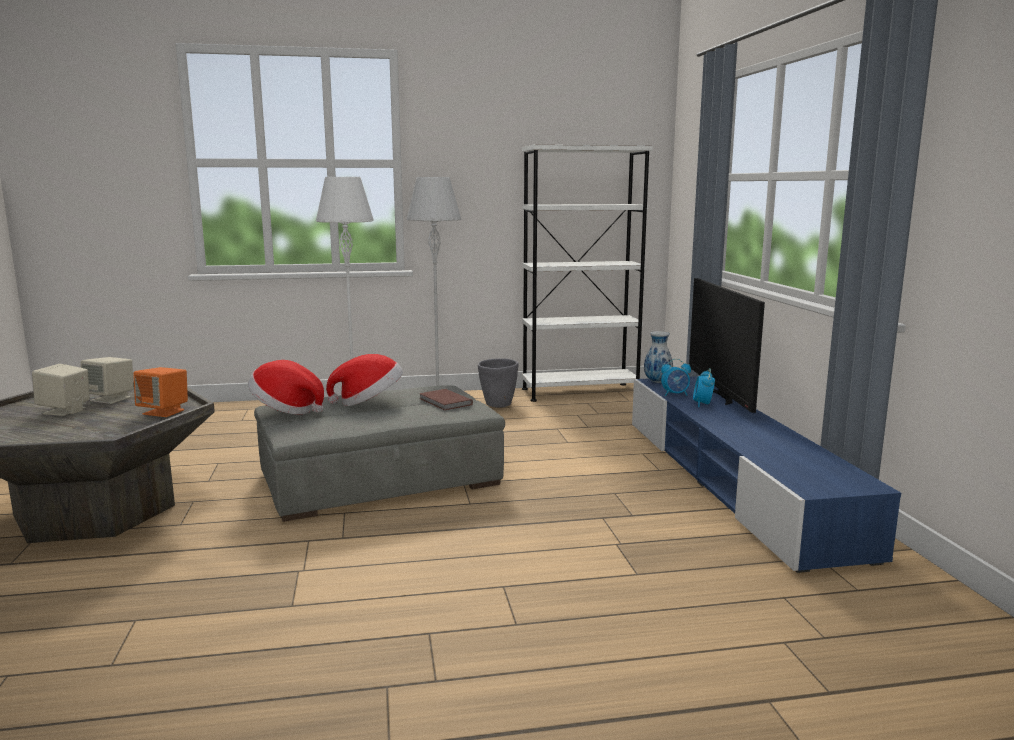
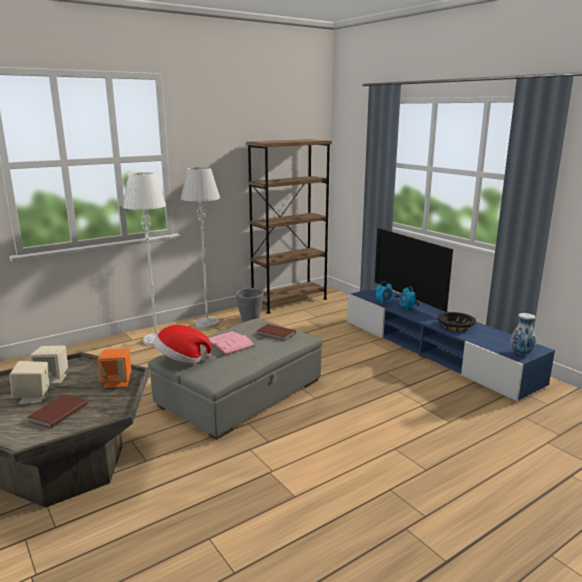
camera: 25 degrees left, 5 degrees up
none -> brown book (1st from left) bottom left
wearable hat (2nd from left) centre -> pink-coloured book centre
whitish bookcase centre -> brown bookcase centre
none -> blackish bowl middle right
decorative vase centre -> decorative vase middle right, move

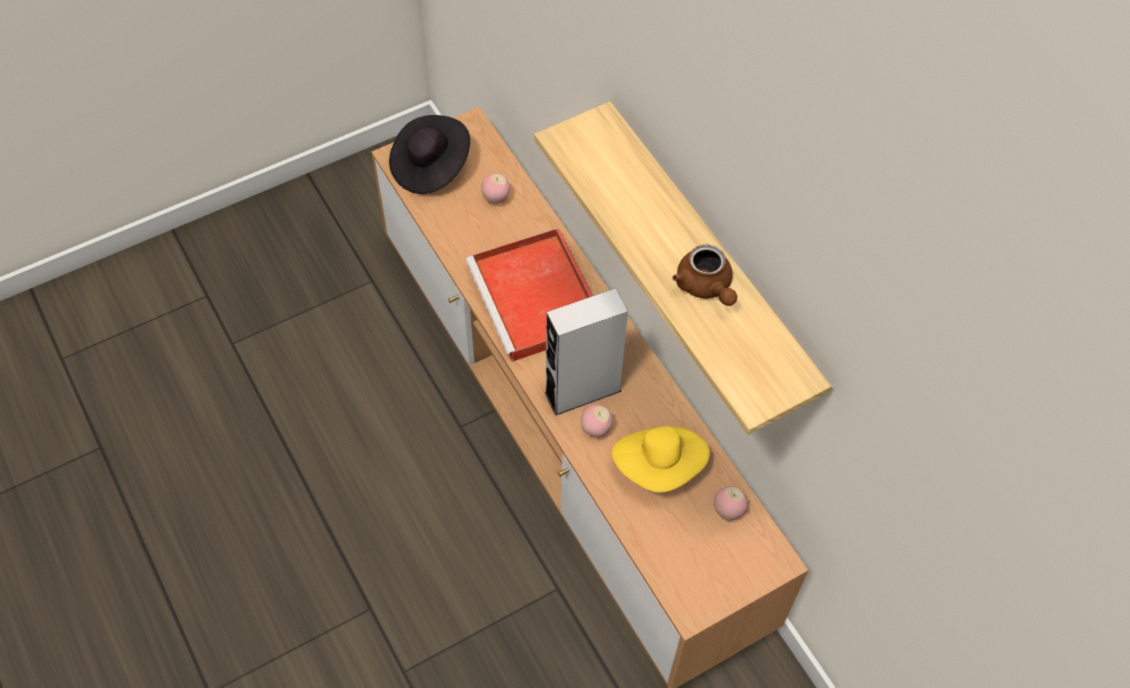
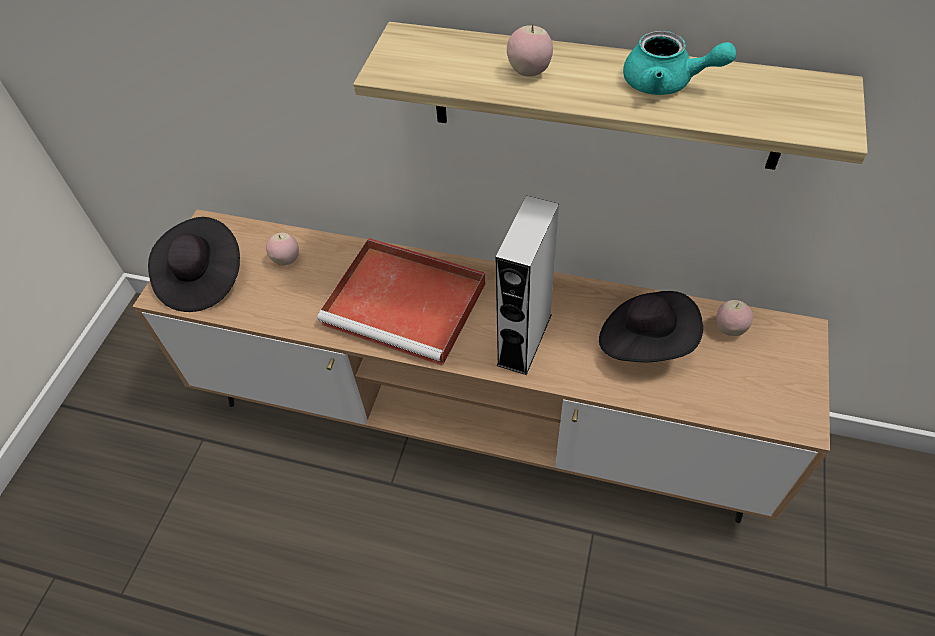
camera: 40 degrees left, 5 degrees down
apple fruit (2nd from left) centre -> apple fruit (2nd from left) top centre, move
yellow-coloured wearable hat bottom centre -> blackish wearable hat (2nd from left) middle right
brown pot for tea centre -> blue-green pot for tea top right

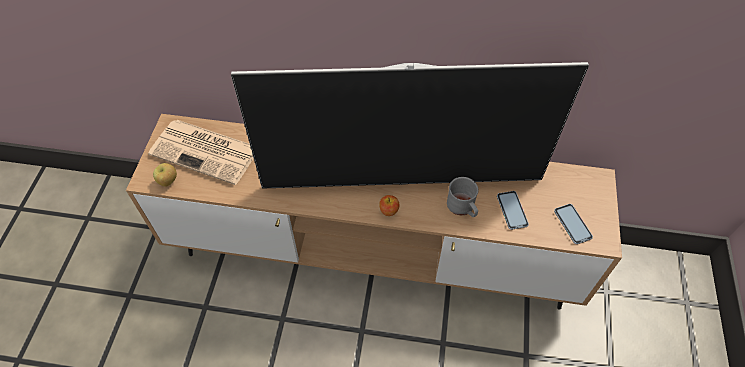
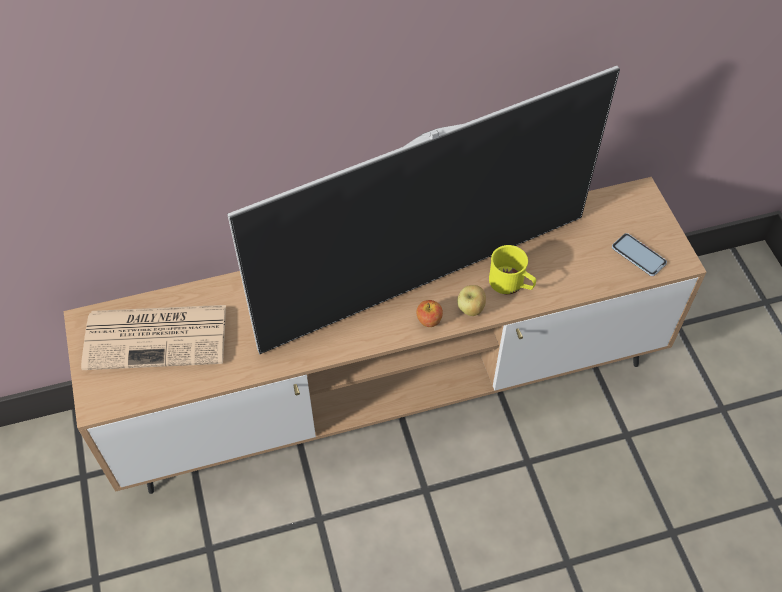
camera: 25 degrees left, 0 degrees up
apple fruit (1st from left in the first image) middle left -> apple fruit (2nd from left) centre, move
gray coffee mug centre -> yellow-coloured coffee mug centre
handset (1st from left) middle right -> none

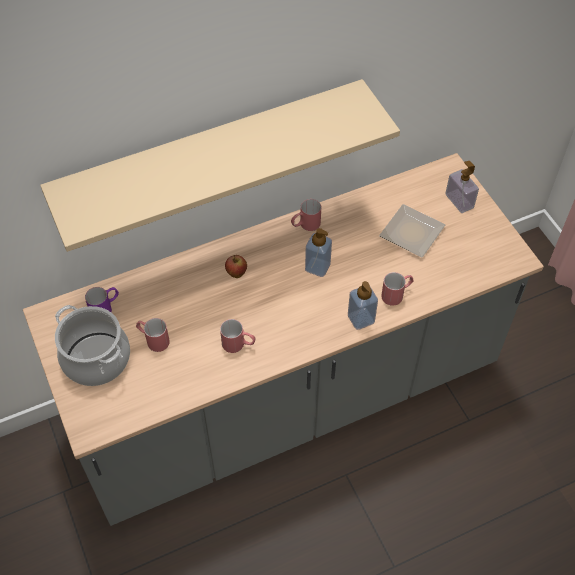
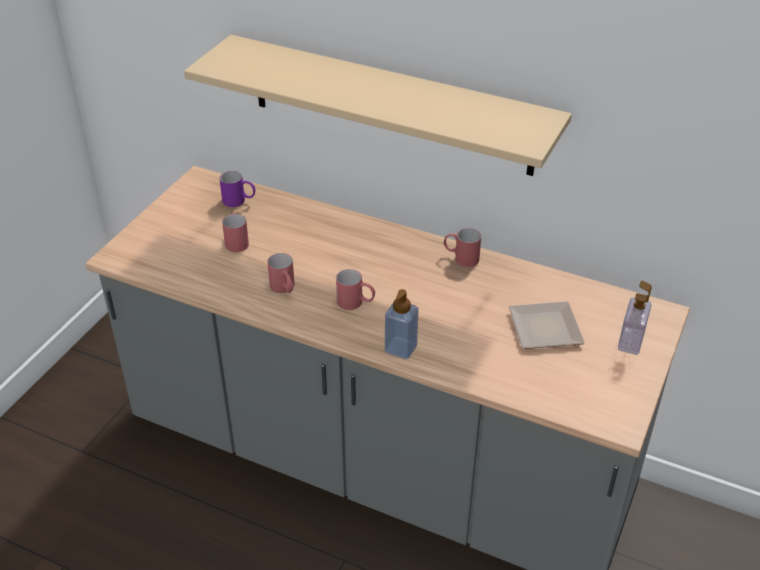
camera: 50 degrees right, 15 degrees down
reddish coffee mug (4th from left in the first image) middle right -> reddish coffee mug (3rd from left) centre, move
cooking pot middle left -> none
apple fruit centre -> none
liquid soap bottle (1st from left) centre -> none

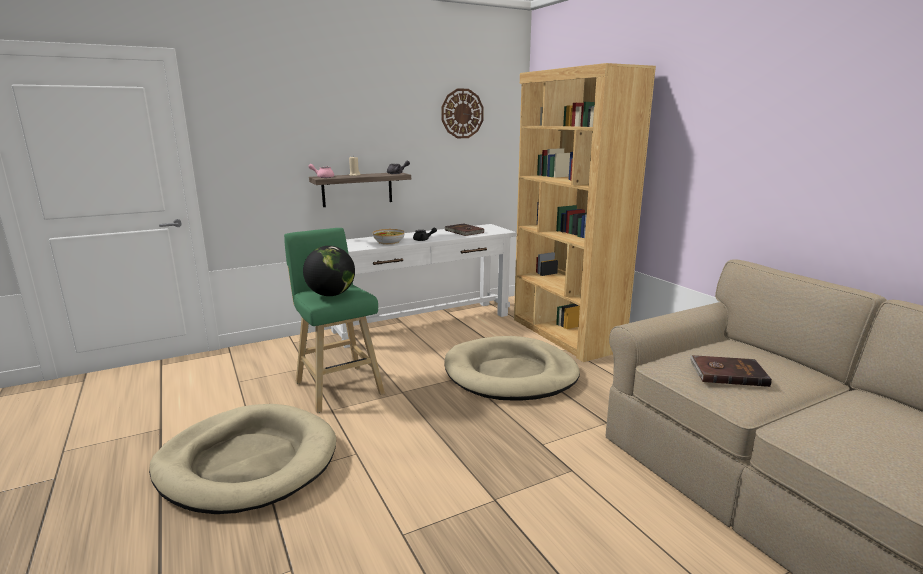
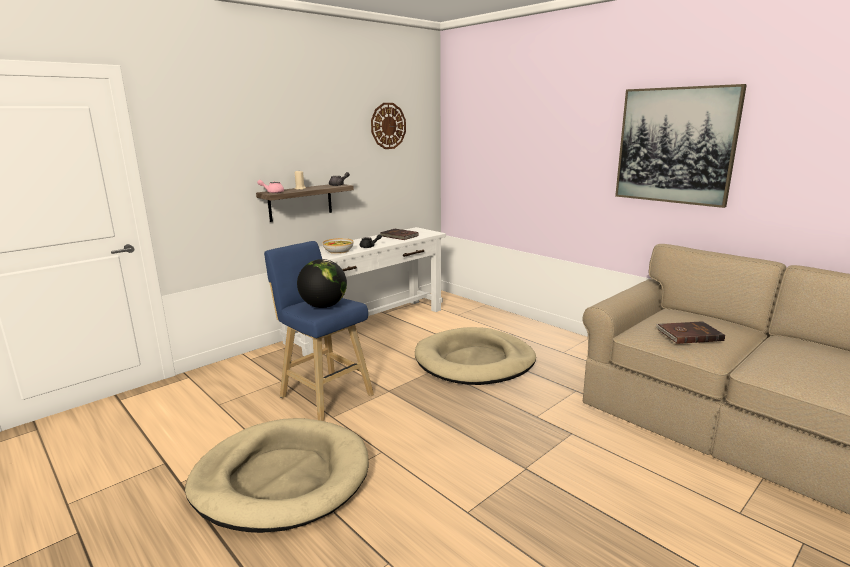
camera: 15 degrees left, 0 degrees up
greenish stool centre -> blue-coloured stool centre
none -> picture top right
brown bookcase centre -> none

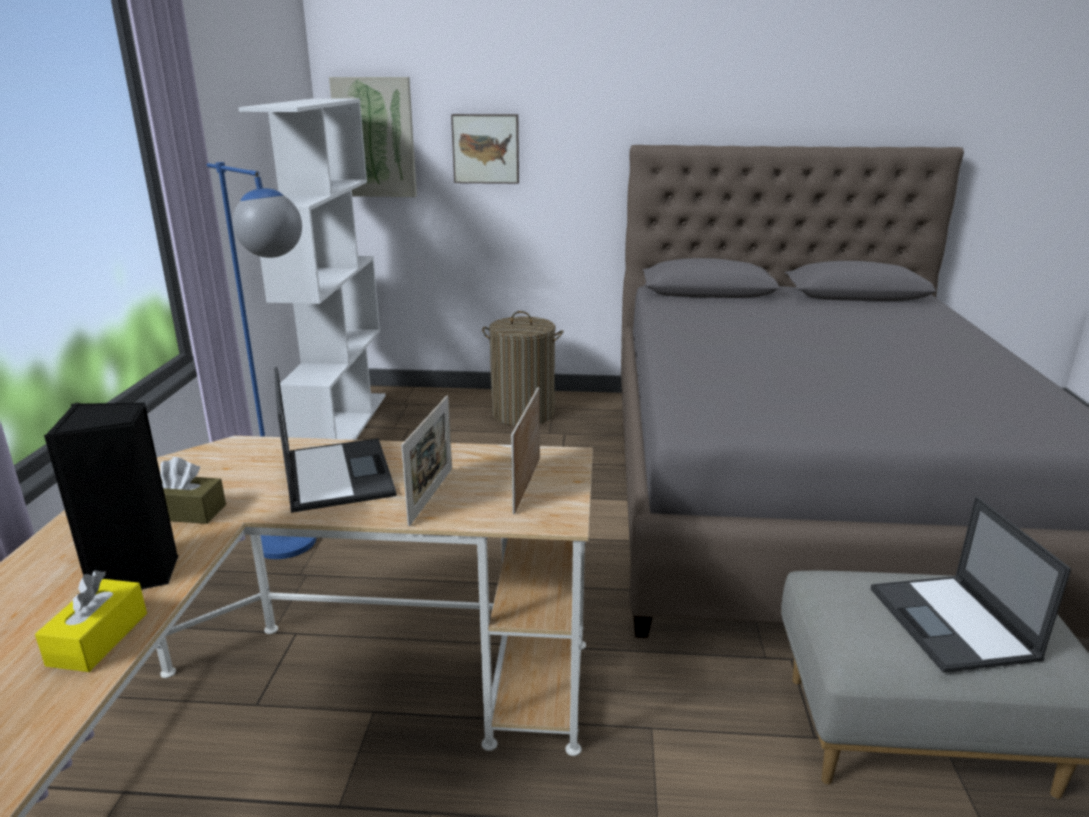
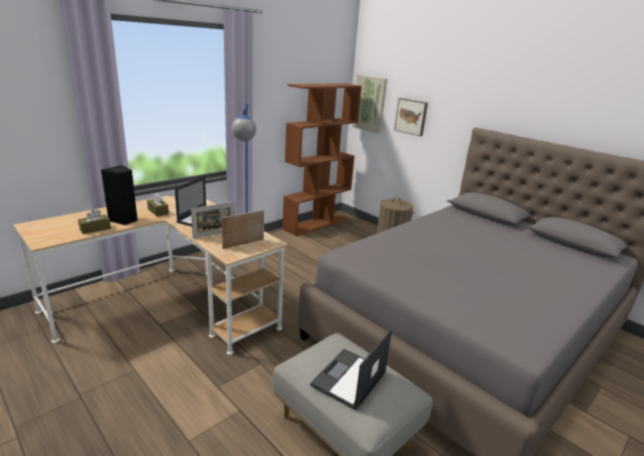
camera: 40 degrees right, 0 degrees up
yellow-coloured box of tissues bottom left -> brown box of tissues (1st from left) middle left
whitish bookcase top left -> brown bookcase centre

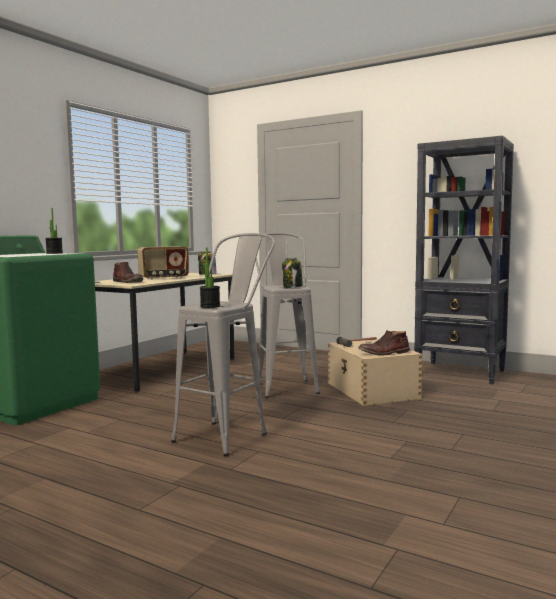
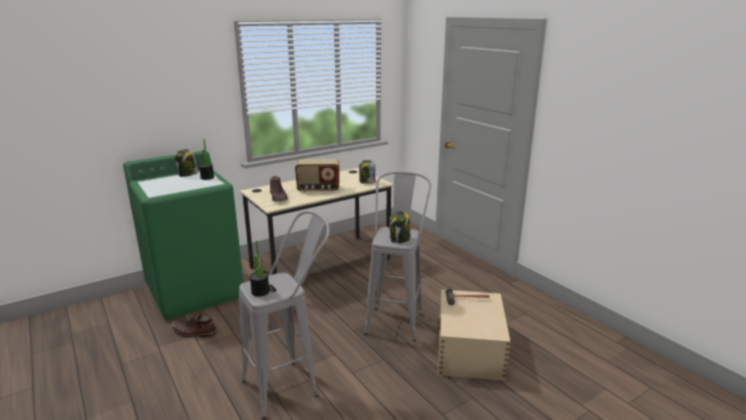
camera: 25 degrees right, 15 degrees up
brown high-top boot (2nd from left in the first image) middle right -> brown high-top boot (1st from left) bottom left, move
none -> preserve jar (1st from left) middle left
blackish bookcase middle right -> none

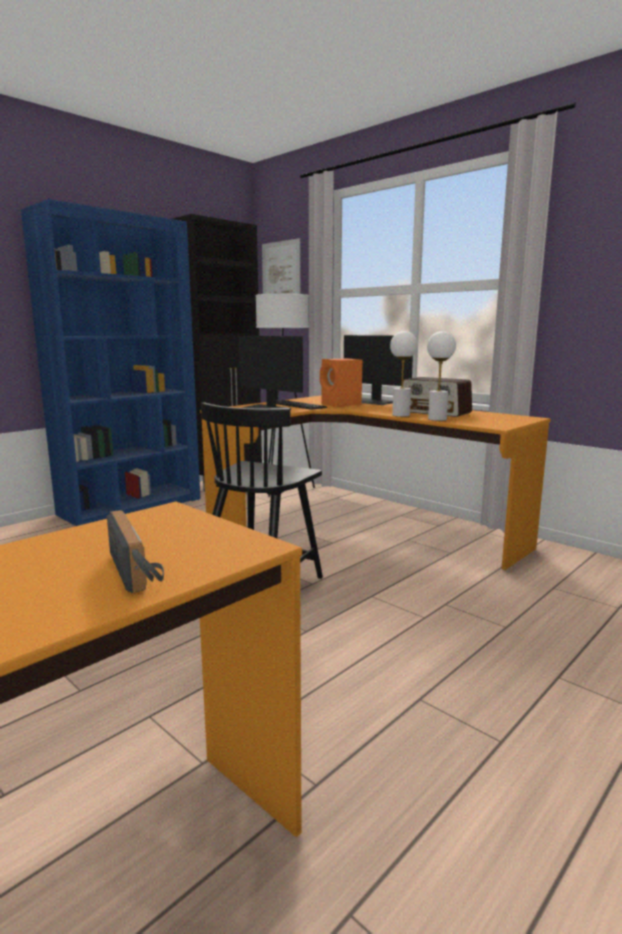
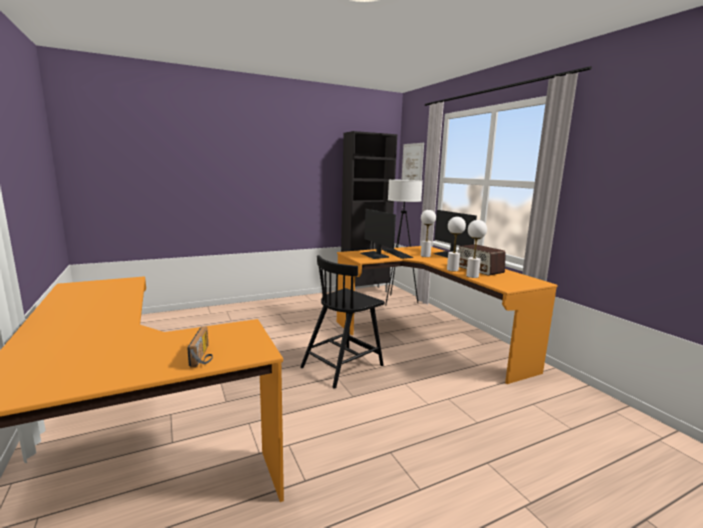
camera: 20 degrees right, 0 degrees up
orangey speaker centre -> whitish lamp for a table (1st from left) centre
blue-coloured bookcase middle left -> none

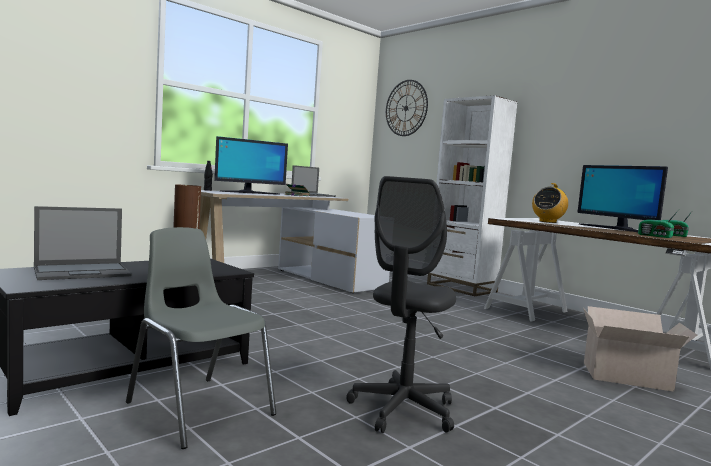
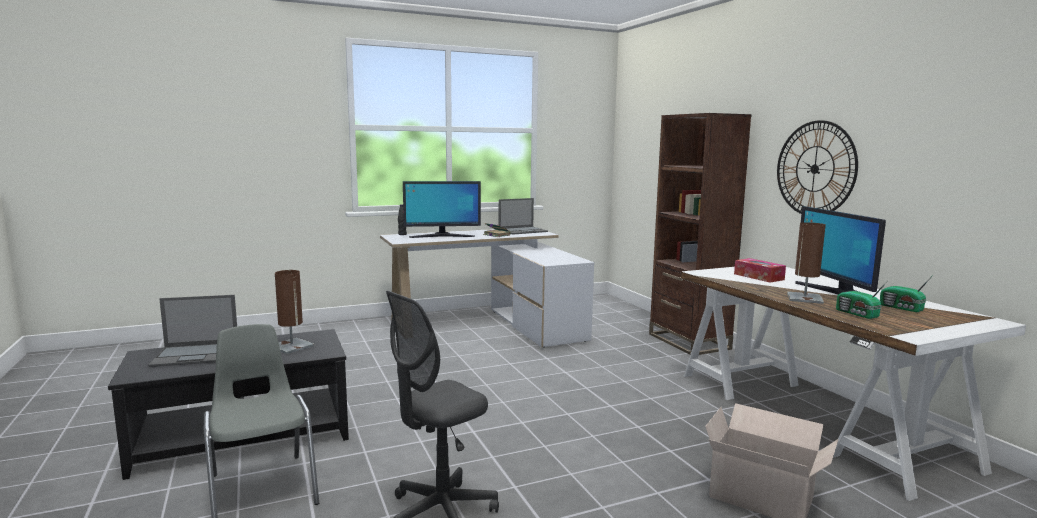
camera: 20 degrees right, 5 degrees up
whitish bookcase centre -> brown bookcase middle right
radio receiver (1st from left) middle right -> box of tissues middle right
hanging clock top centre -> hanging clock top right, move
none -> brown lamp for a table (2nd from left) middle right

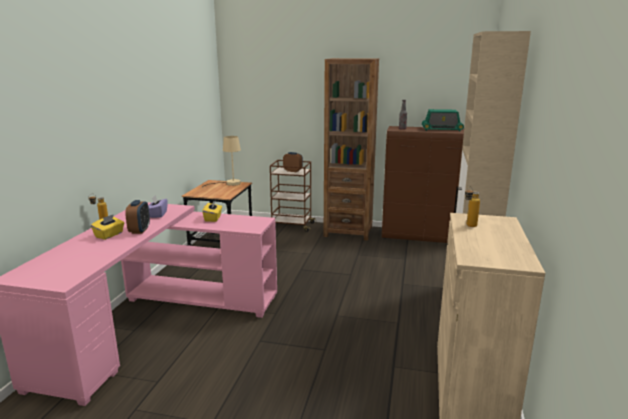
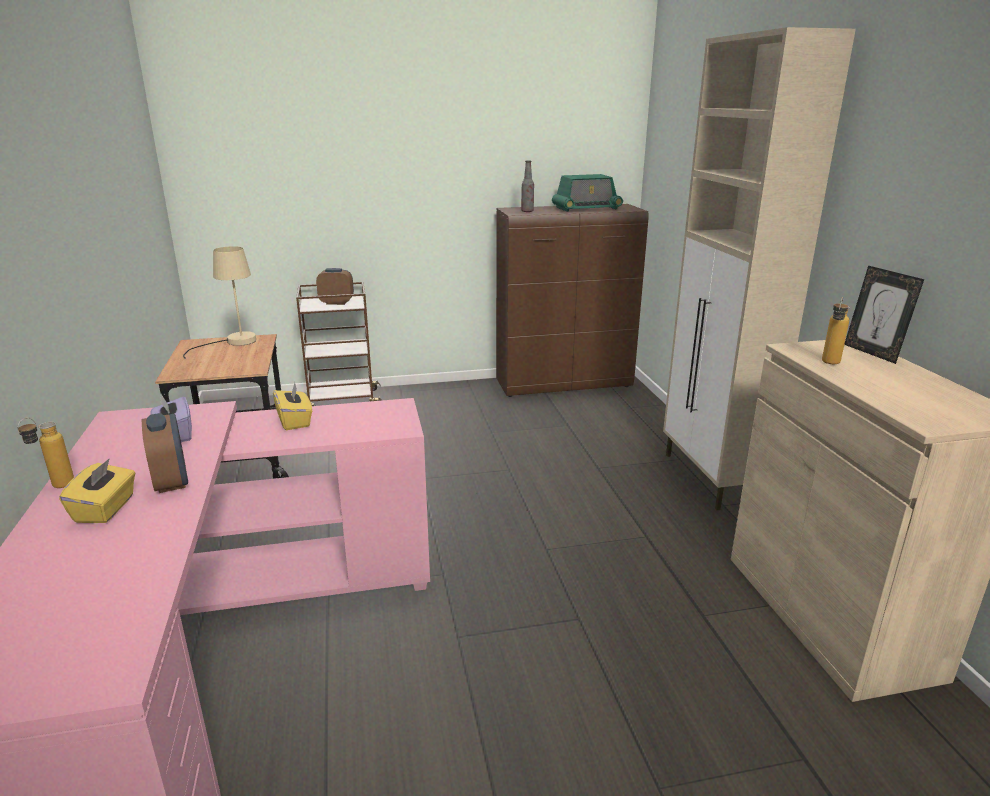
camera: 25 degrees left, 5 degrees up
none -> photo frame middle right
brown bookcase centre -> none

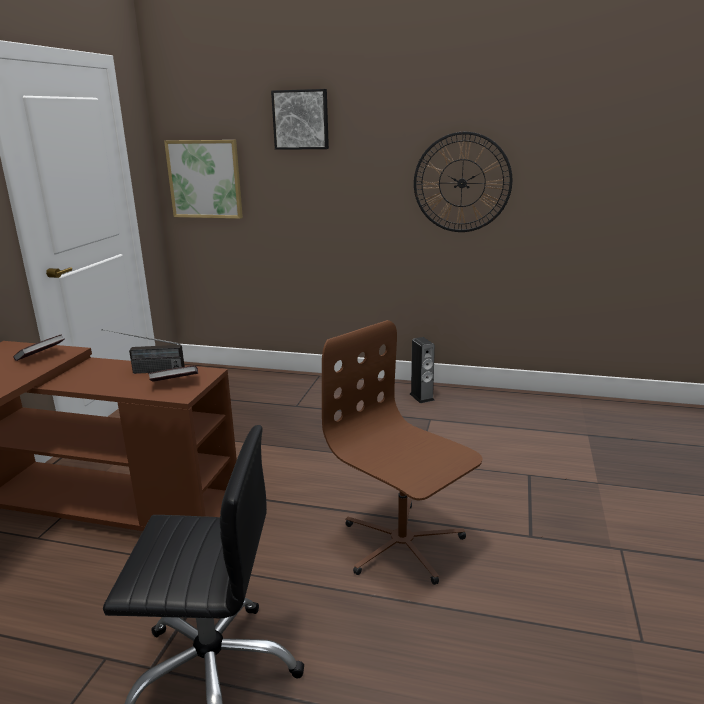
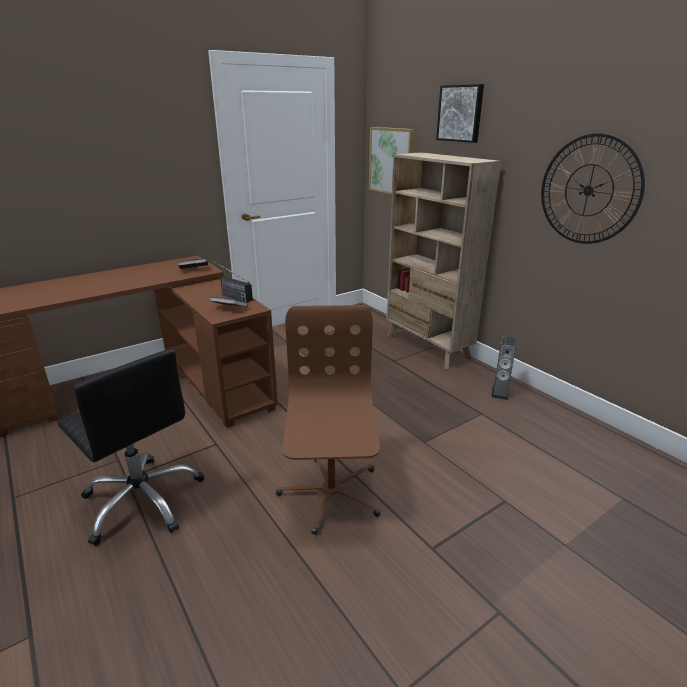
camera: 40 degrees right, 5 degrees up
none -> beige-coloured bookcase centre

